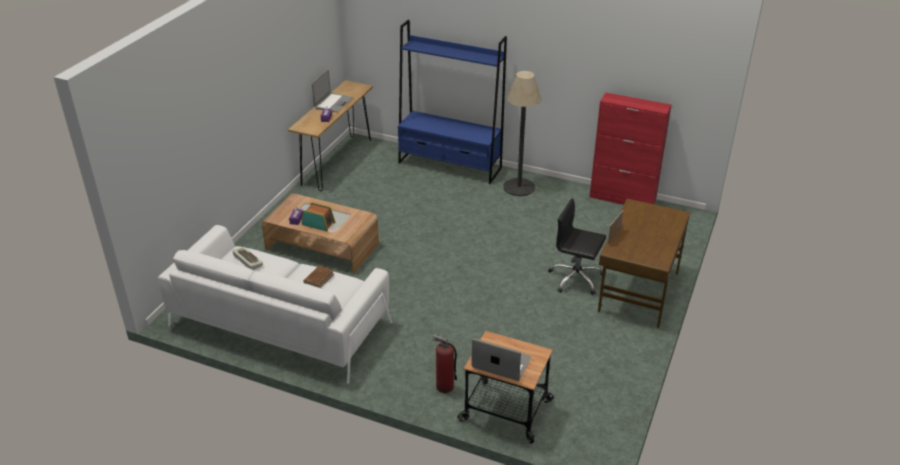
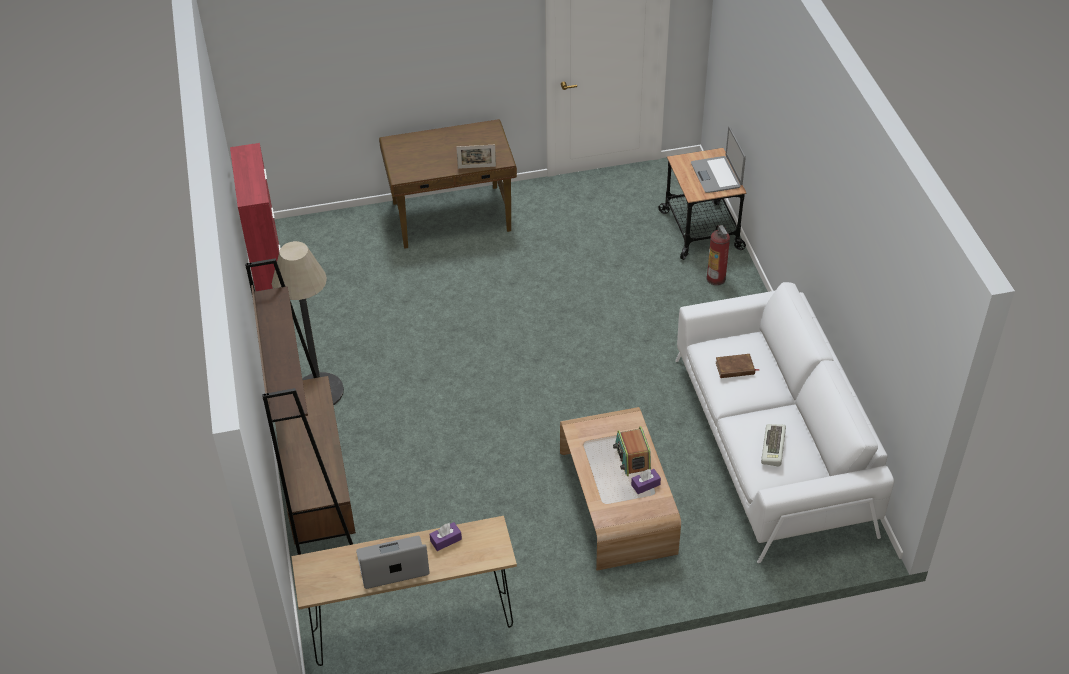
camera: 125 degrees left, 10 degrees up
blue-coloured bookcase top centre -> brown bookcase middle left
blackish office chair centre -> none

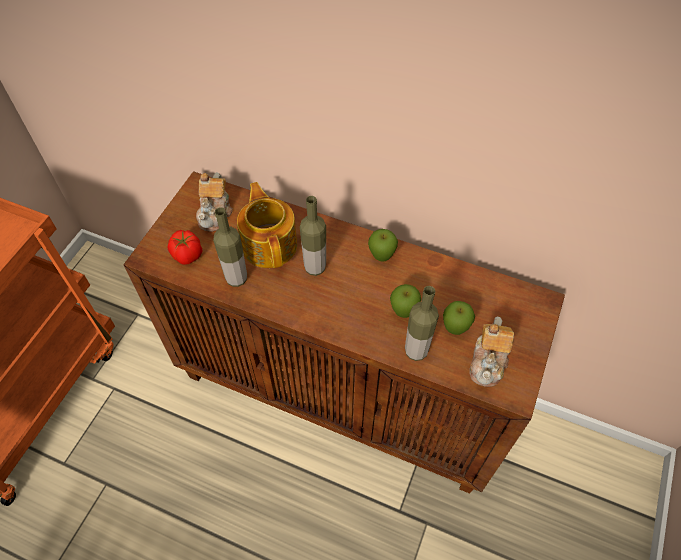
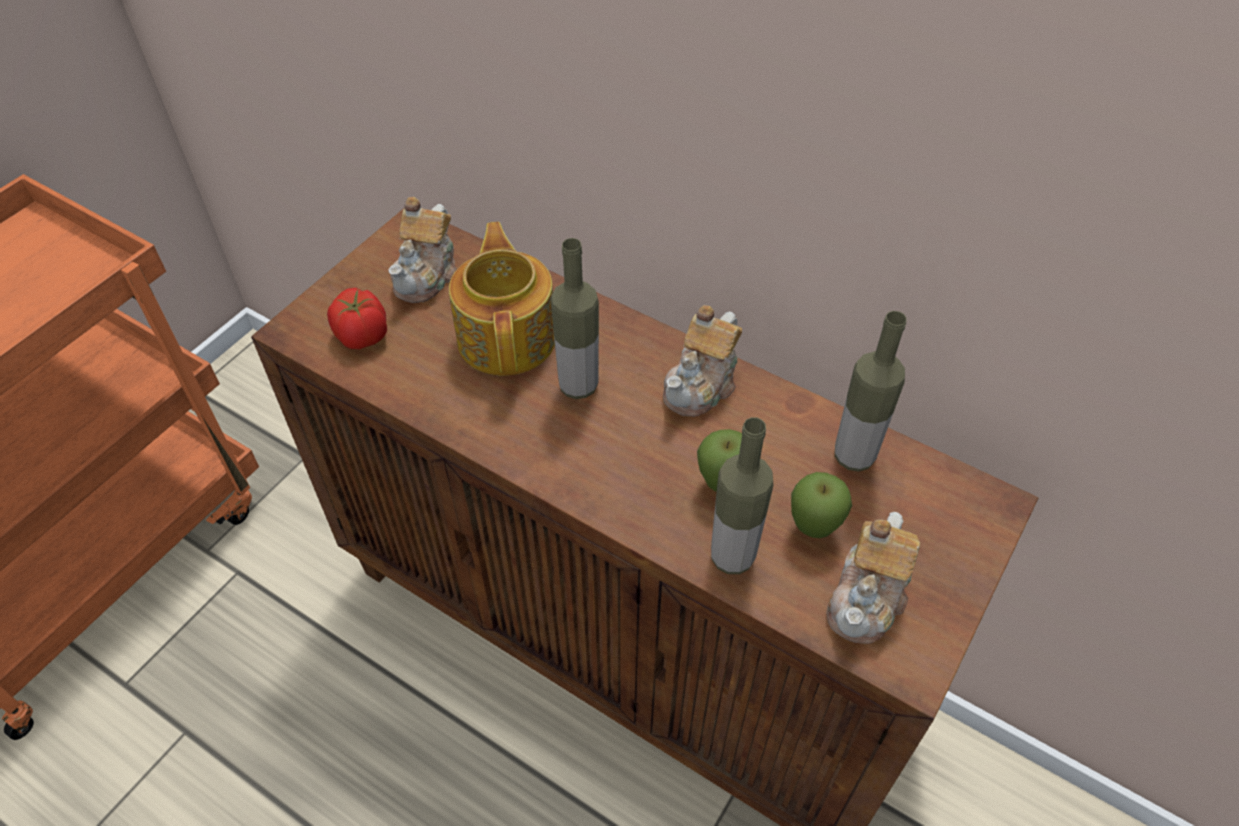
camera: 10 degrees right, 5 degrees down
apple fruit (1st from left) centre -> pot for tea (3rd from left) centre
bottle (1st from left in the first image) centre -> bottle (3rd from left) middle right, move

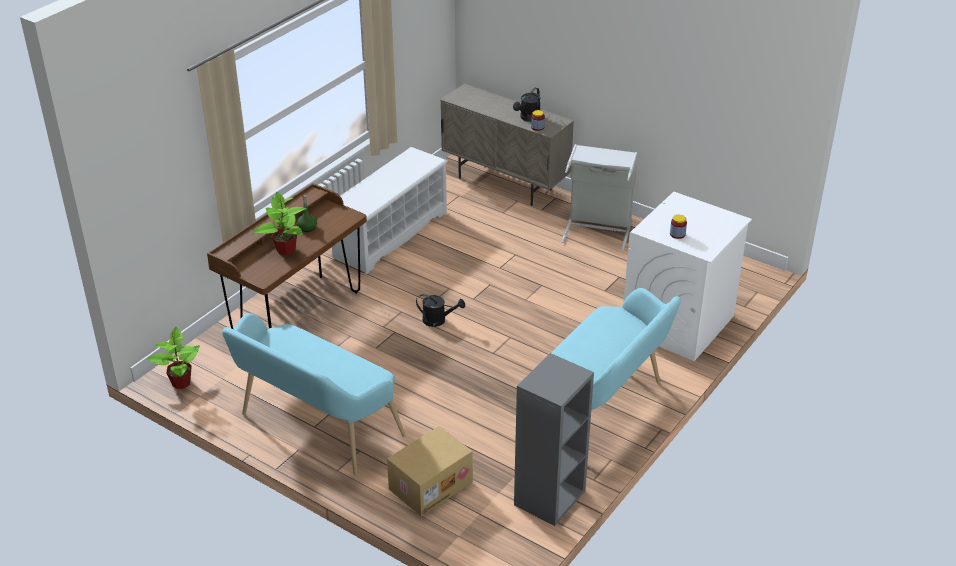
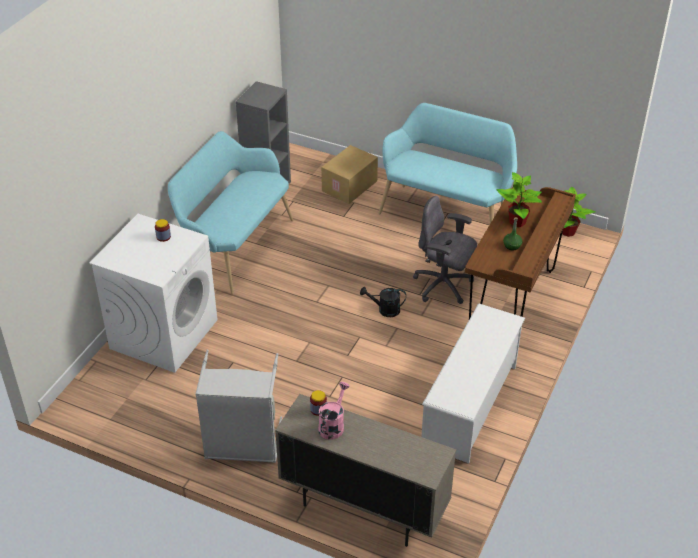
camera: 170 degrees right, 5 degrees up
blackish sprinkling can (2nd from left) top centre -> pink-coloured sprinkling can bottom centre
none -> gray office chair centre

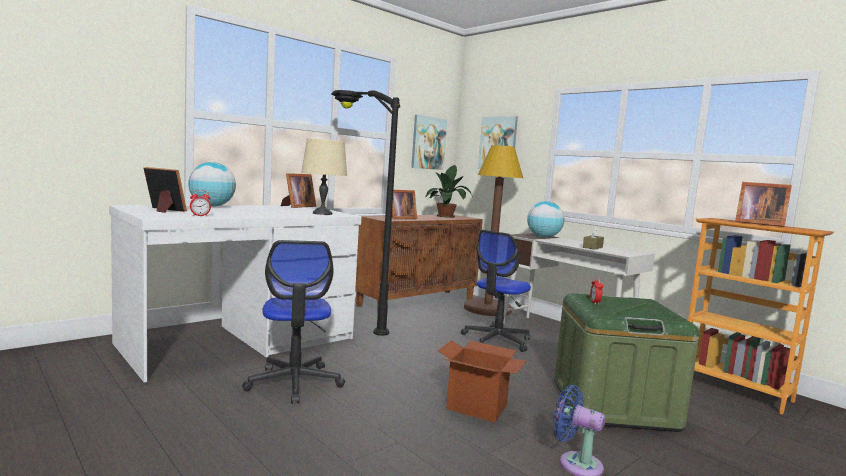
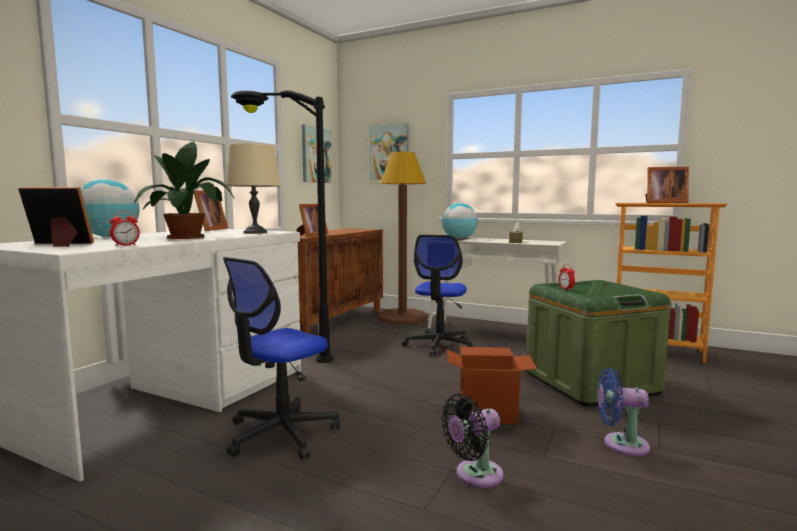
camera: 20 degrees left, 0 degrees up
houseplant centre -> houseplant middle left, move
office chair (1st from left) bottom centre, 75 degrees clockwise
none -> blackish electric fan bottom centre

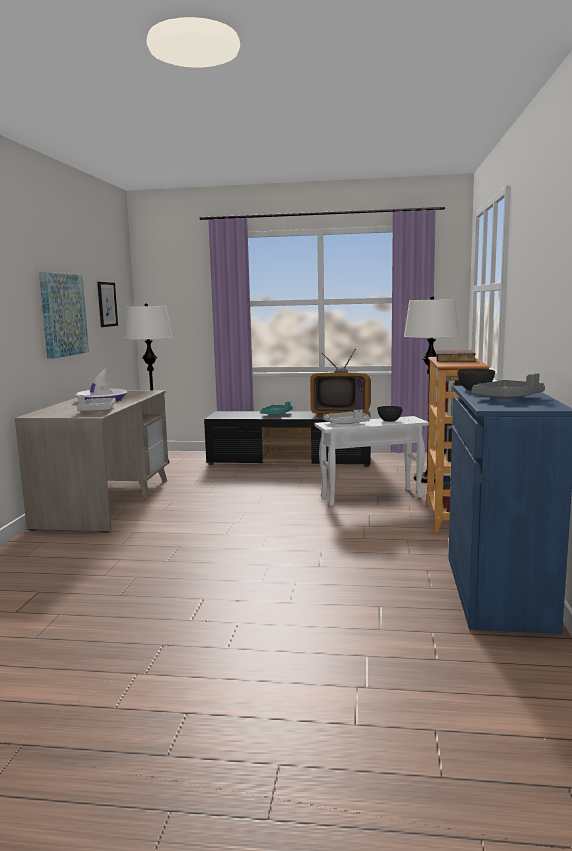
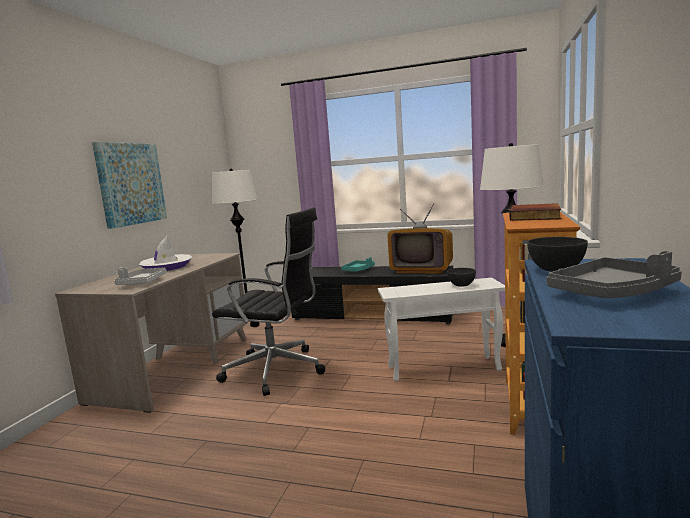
camera: 10 degrees right, 0 degrees up
none -> blackish office chair centre
picture (2nd from left) middle left -> none
gray carrying tray (2nd from left) centre -> none

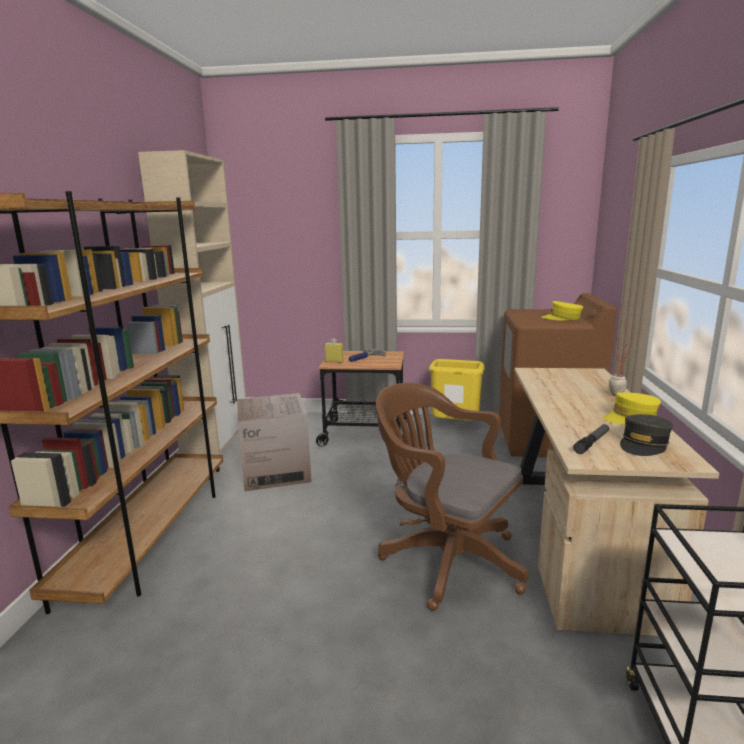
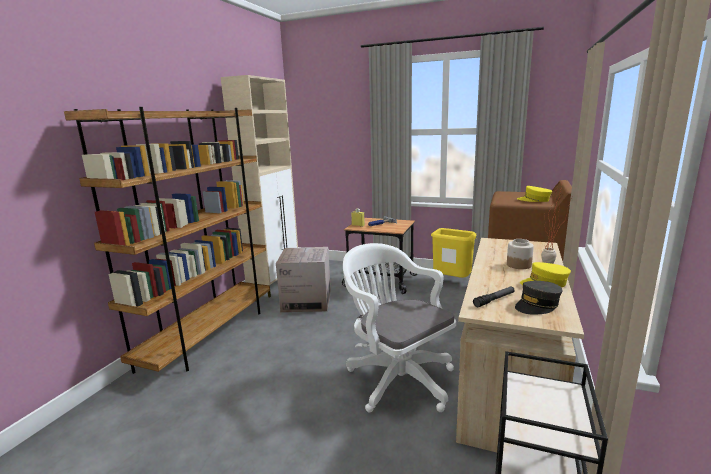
camera: 15 degrees right, 0 degrees up
brown office chair bottom centre -> whitish office chair bottom centre
none -> preserve jar middle right

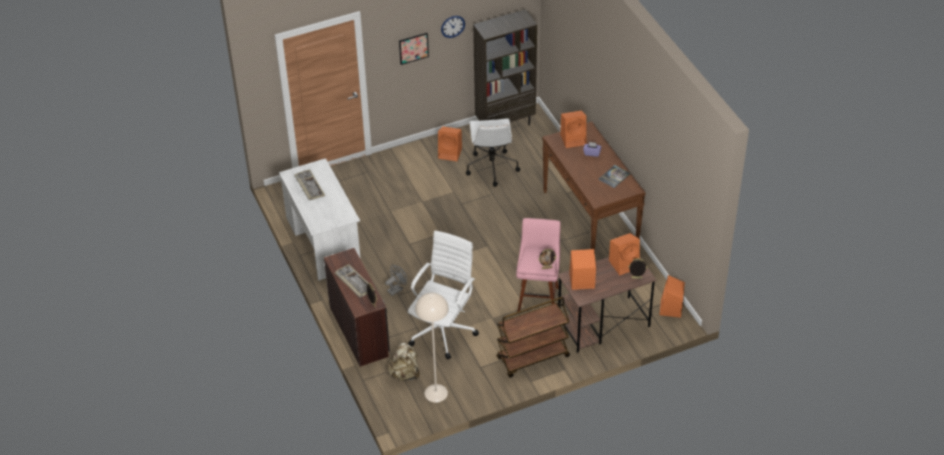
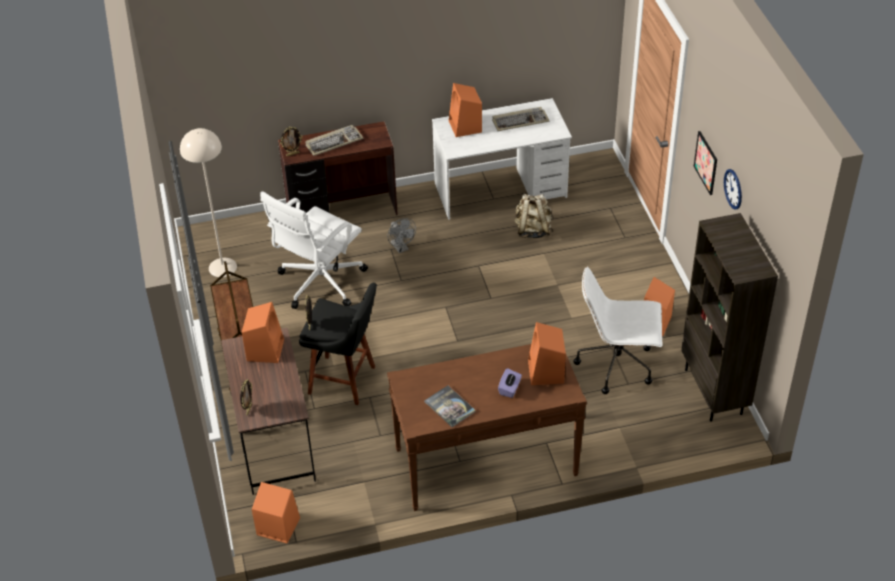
camera: 100 degrees right, 0 degrees up
whitish office chair (1st from left) centre, 90 degrees clockwise
pink-coloured stool centre -> blackish stool centre
orangey speaker (4th from left in the first image) centre -> orangey speaker (3rd from left) top centre, move
beige-coloured backpack bottom centre -> beige-coloured backpack centre, move

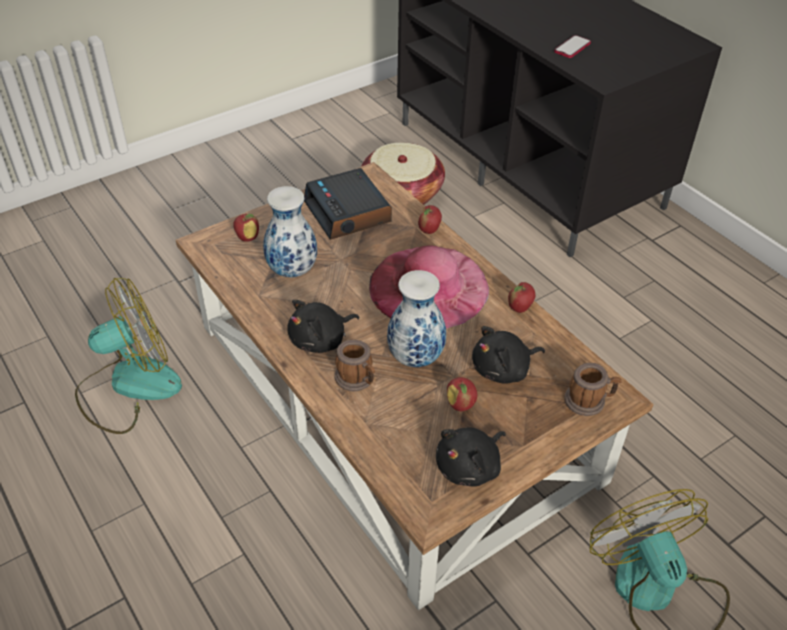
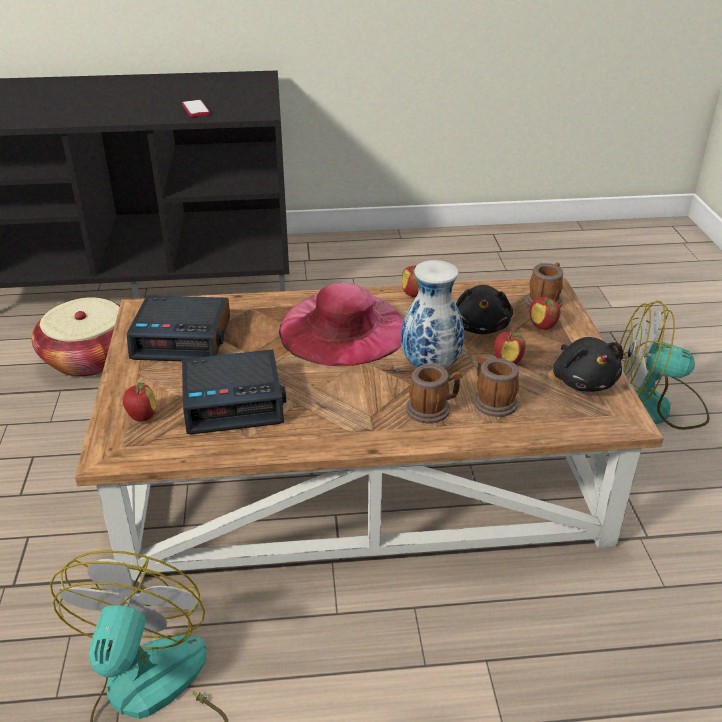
camera: 60 degrees left, 10 degrees down
decorative vase (1st from left) centre -> table clock (2nd from left) middle left
none -> coffee mug (2nd from left) middle right
apple fruit (2nd from left in the first image) centre -> apple fruit (4th from left) middle right, move
blackish plush toy (1st from left) centre -> none

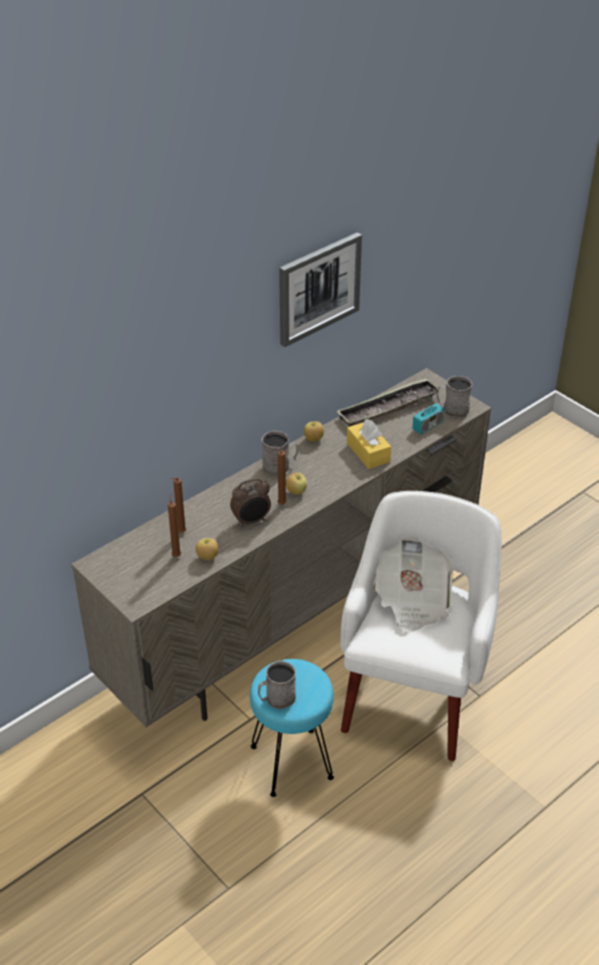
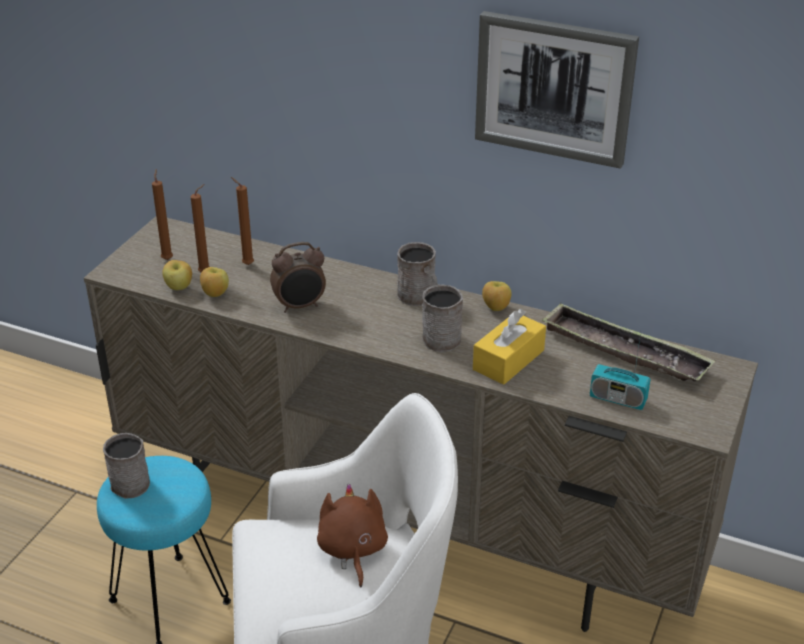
camera: 65 degrees right, 5 degrees down
brown wax light (3rd from left in the first image) centre -> brown wax light (1st from left) top left, move
apple fruit (2nd from left in the first image) centre -> apple fruit (1st from left) middle left, move
table clock centre, 60 degrees counterclockwise
printed paper middle right -> brown plush toy bottom centre
gray coffee mug (3rd from left) middle right -> gray coffee mug (3rd from left) centre, move

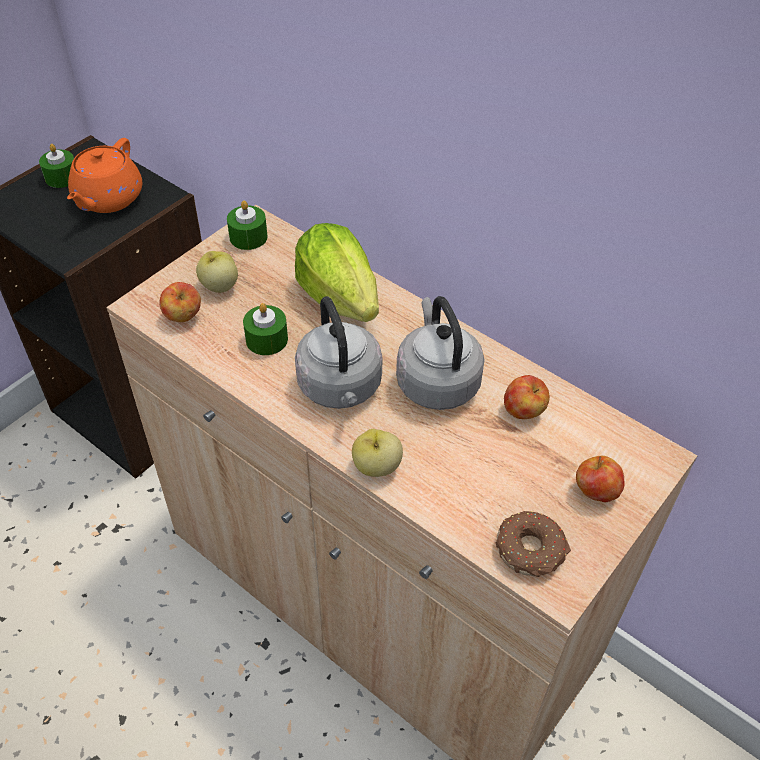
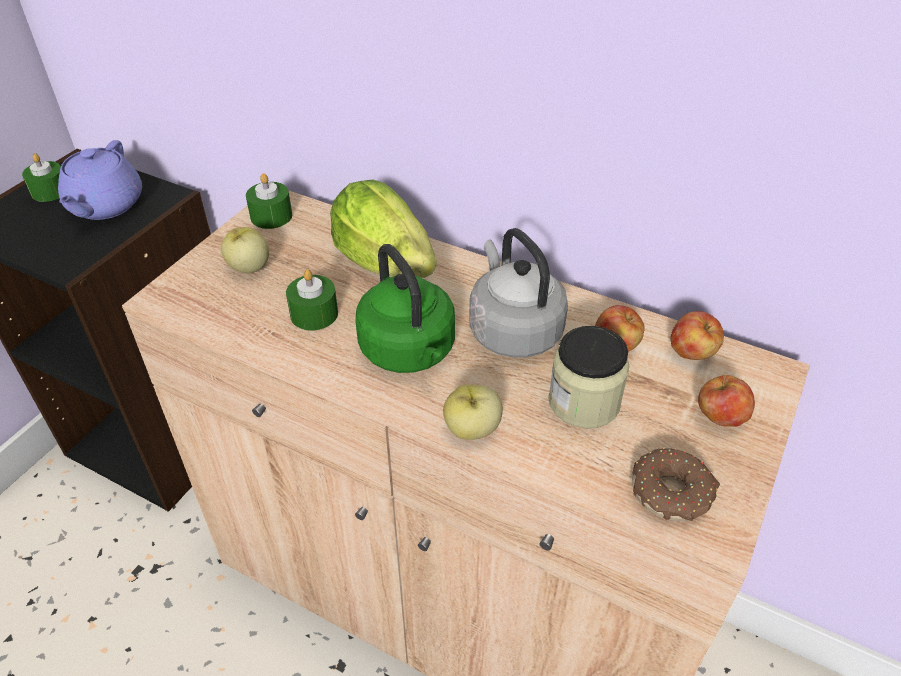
camera: 10 degrees left, 5 degrees down
orangey pot for tea top left -> purple pot for tea top left
gray water kettle (1st from left) centre -> greenish water kettle centre
none -> preserve jar centre
apple fruit (1st from left in the first image) middle left -> apple fruit (4th from left) middle right, move

